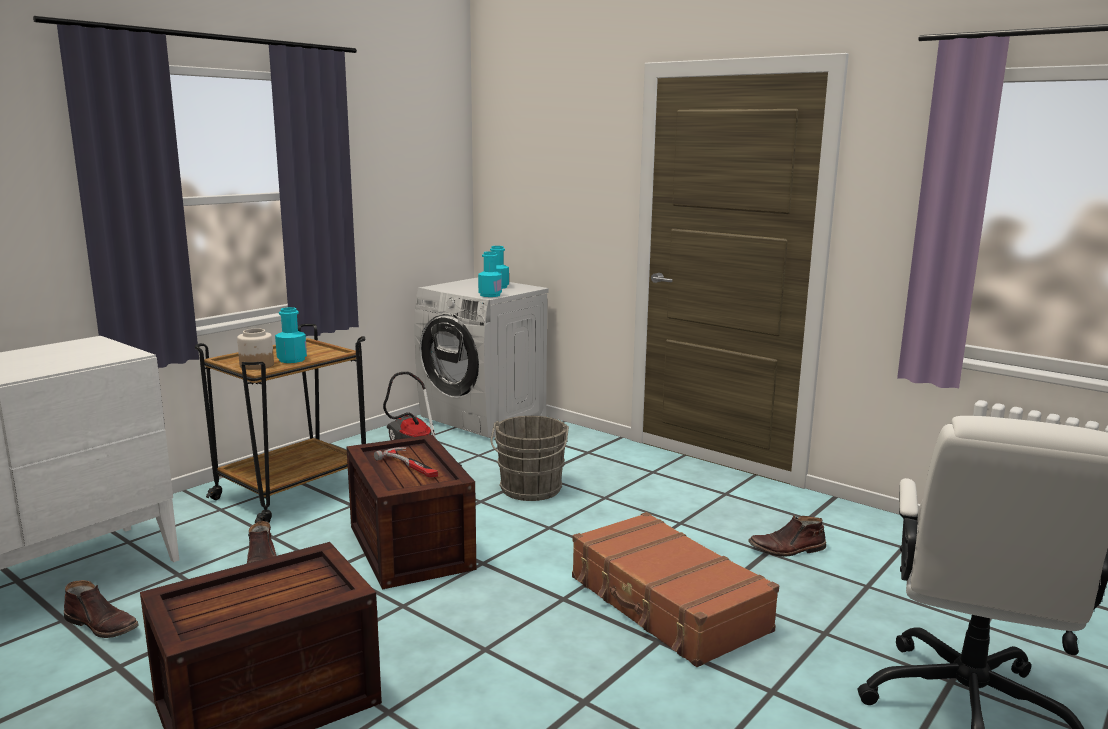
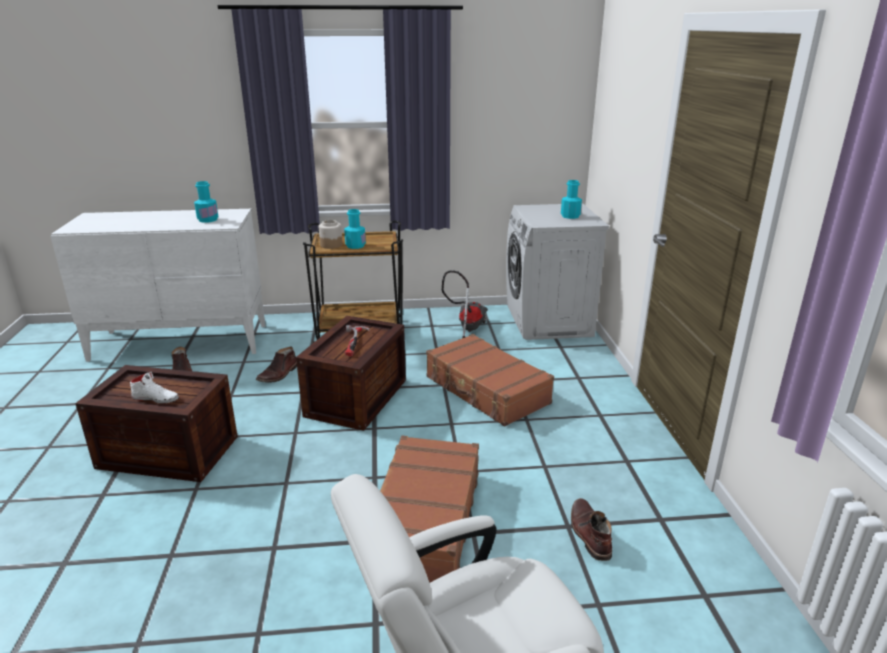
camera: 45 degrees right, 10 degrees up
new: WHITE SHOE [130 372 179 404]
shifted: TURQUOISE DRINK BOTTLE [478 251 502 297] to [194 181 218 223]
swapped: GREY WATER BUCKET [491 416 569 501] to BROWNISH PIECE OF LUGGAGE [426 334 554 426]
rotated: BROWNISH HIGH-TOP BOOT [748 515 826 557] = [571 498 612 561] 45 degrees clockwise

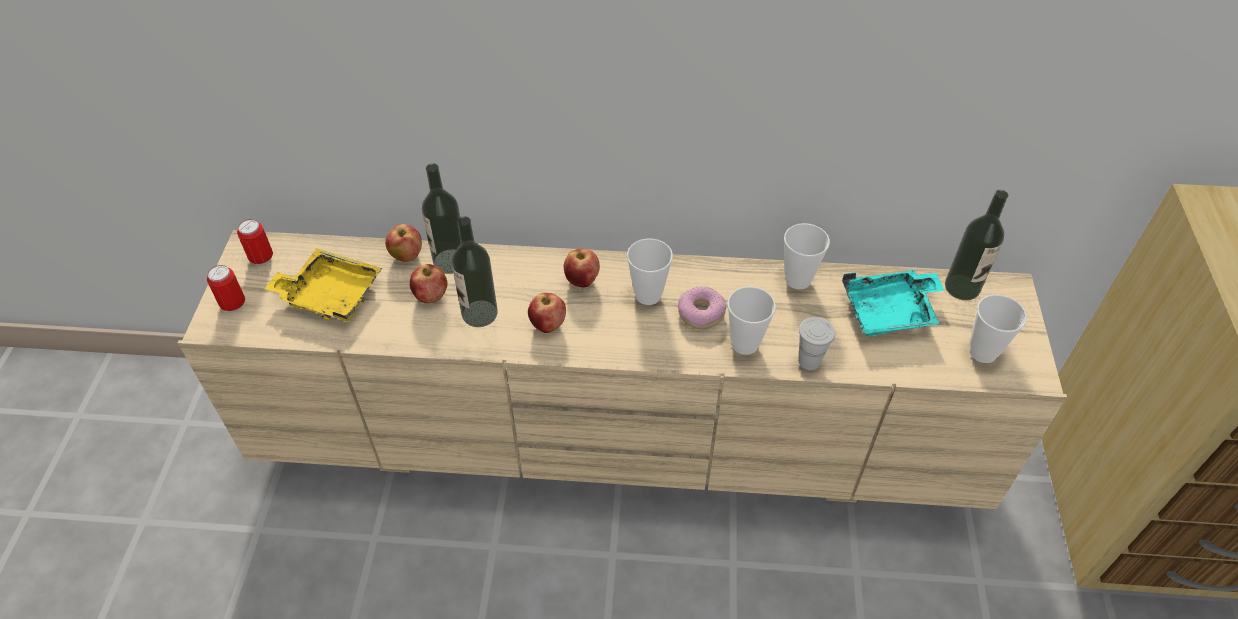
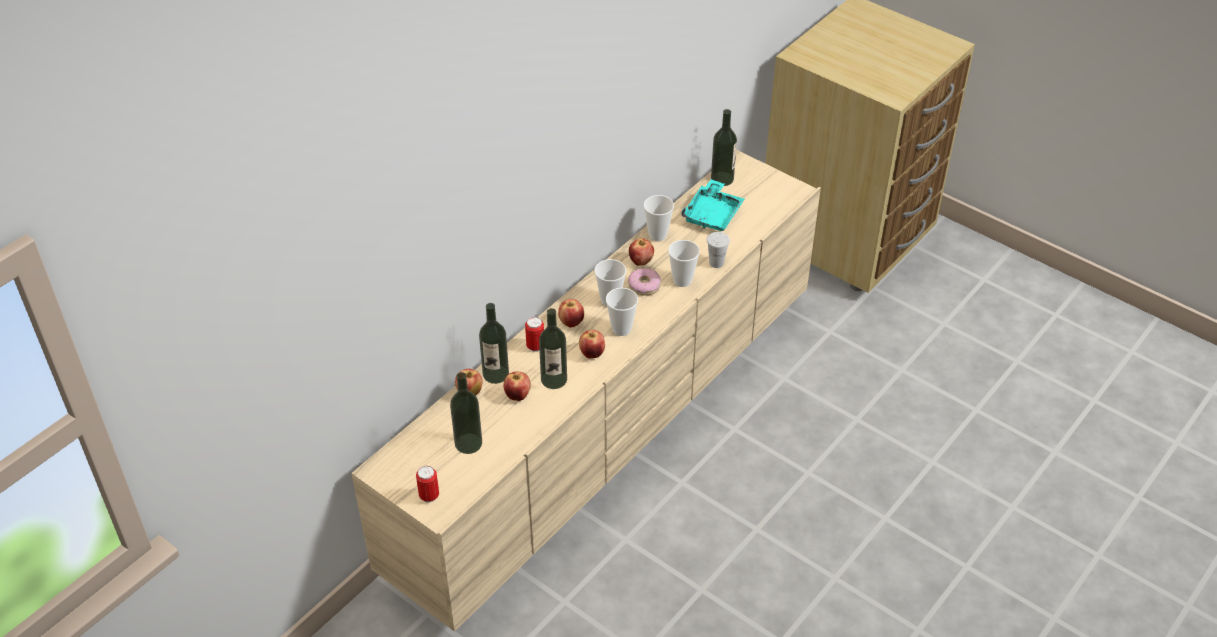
camera: 55 degrees left, 5 degrees down
new: APPLE FRUIT [629 238 654 266]
shifted: CAN [237 219 273 266] to [525 317 544 352]; CUP [969 295 1027 363] to [606 288 638 336]
swapped: YELLOW TRAY [264 248 382 321] to DRINK BOTTLE [450 372 482 454]

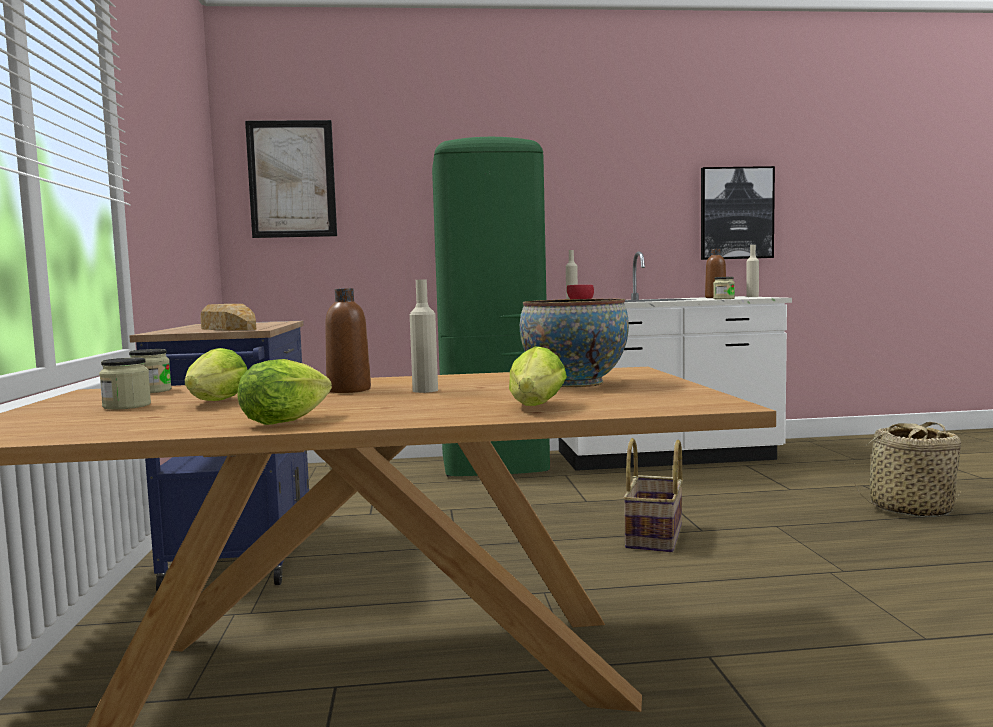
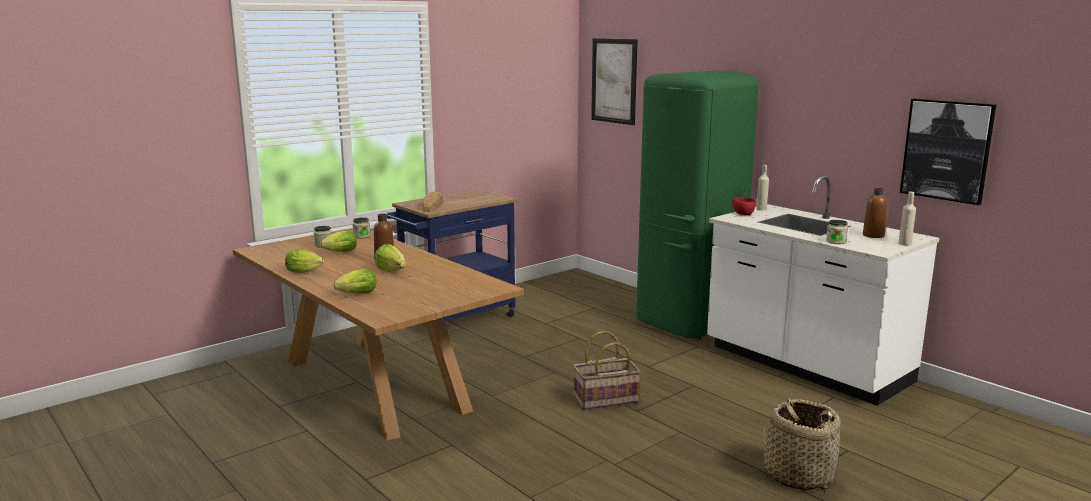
camera: 55 degrees right, 10 degrees up
gone: SERVING BOWL [520 299 629 387]
swapped: BEIGE DRINK BOTTLE [410 279 438 393] to LETTUCE [375 244 406 272]

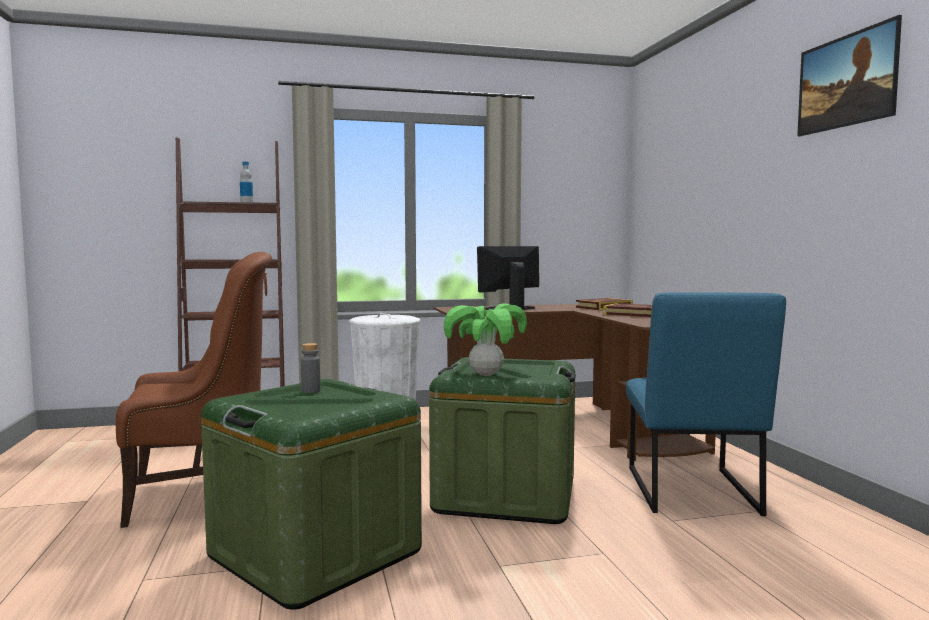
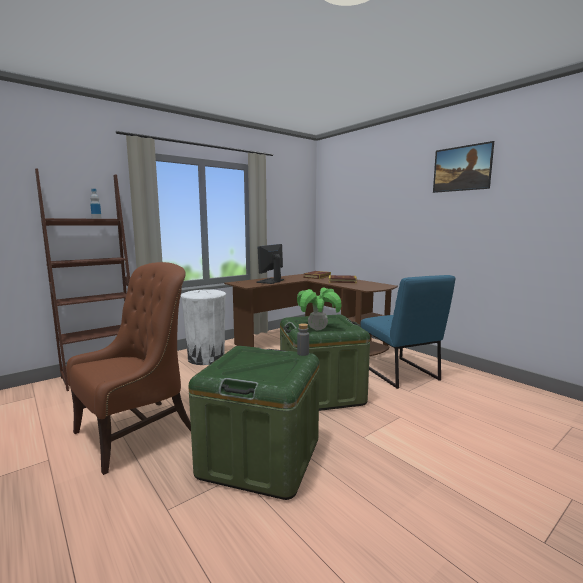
camera: 25 degrees left, 5 degrees up
shifted: GREY DRINK BOTTLE [301 343 320 393] to [297 323 309 356]

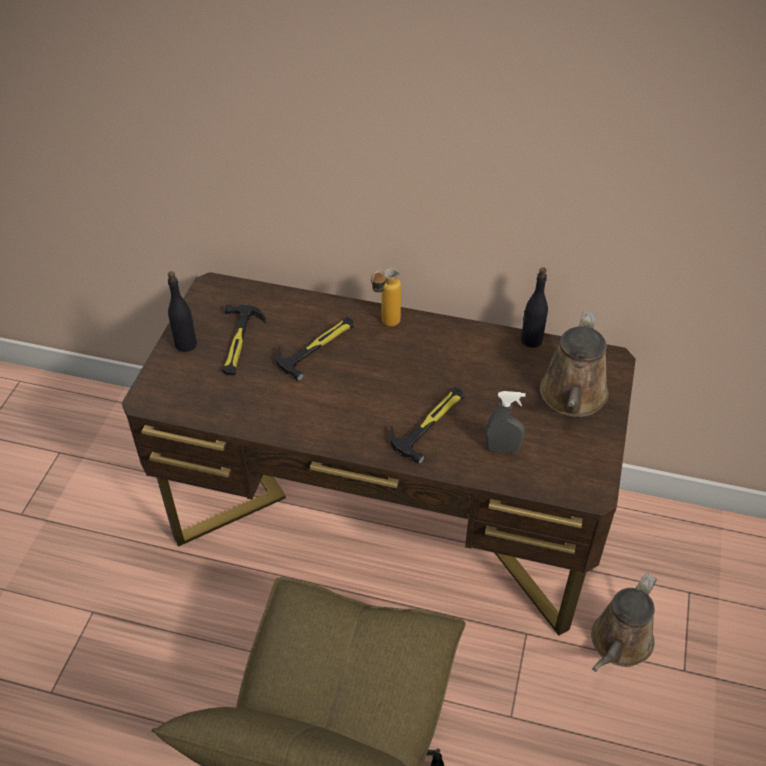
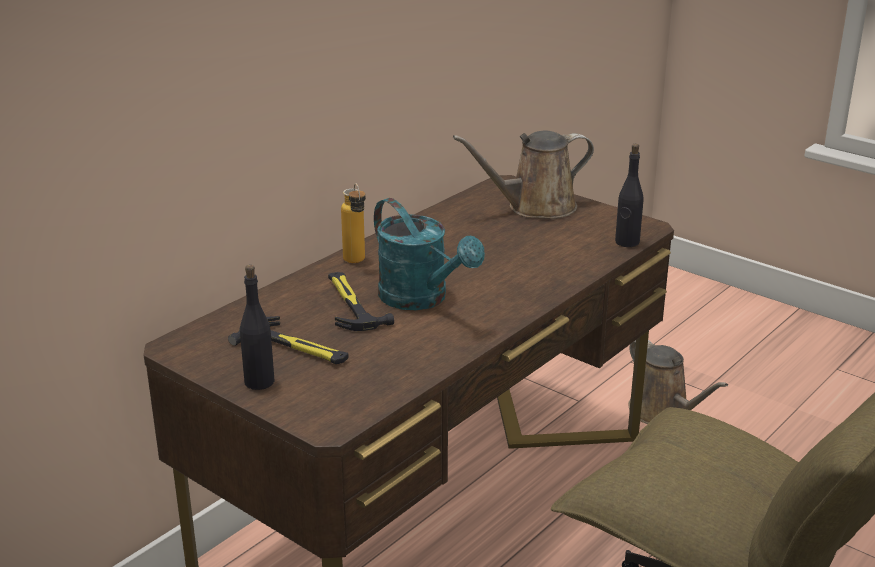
camera: 65 degrees left, 20 degrees down
gone: TOOL HAMMER [390 387 464 464]; GREY SPRAYER [485 391 526 453]
new: TURQUOISE WATERING POT [374 198 485 310]
shifted: BLACK DRINK BOTTLE [521 267 548 348] to [615 144 643 247]
rotated: BROWNISH WATERING POT [540 311 609 417] = [453 130 594 219] 120 degrees clockwise

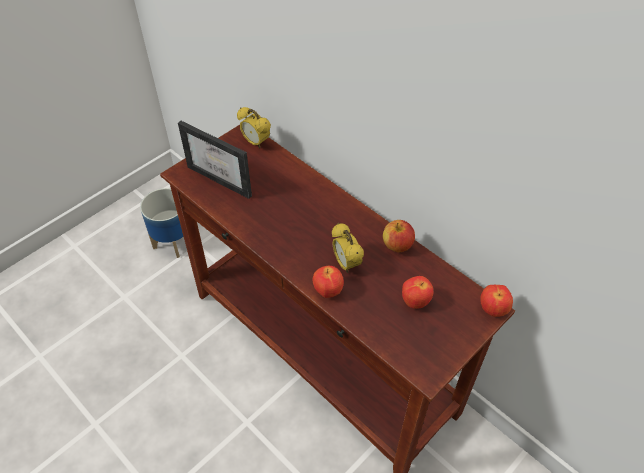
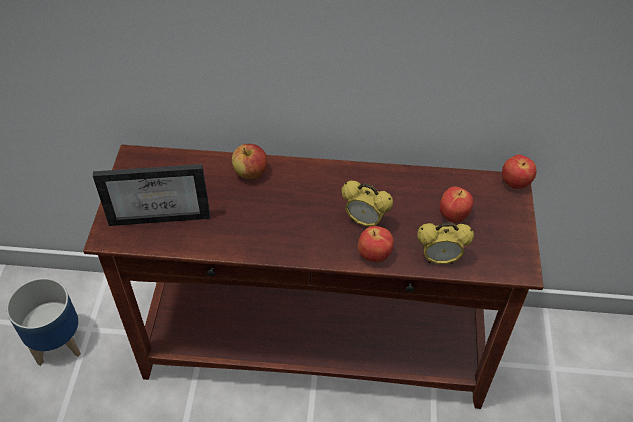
camera: 40 degrees left, 0 degrees up
shifted: APPLE FRUIT [383 220 415 253] to [232 144 267 179]; BEDSIDE CLOCK [237 107 271 148] to [417 223 474 264]

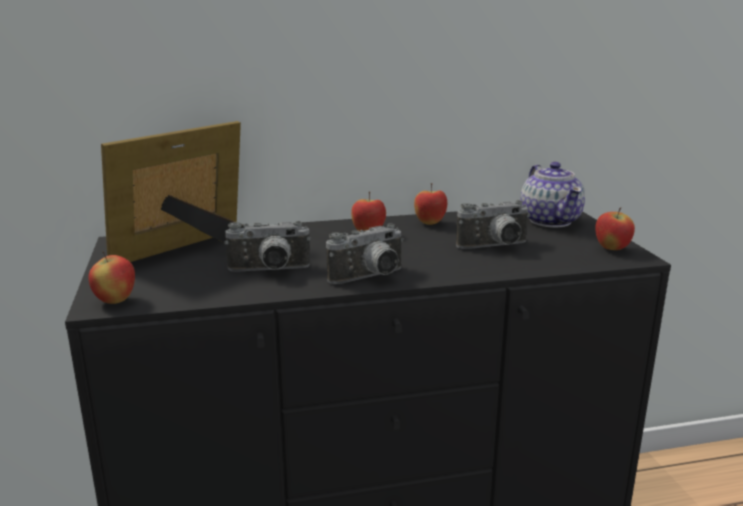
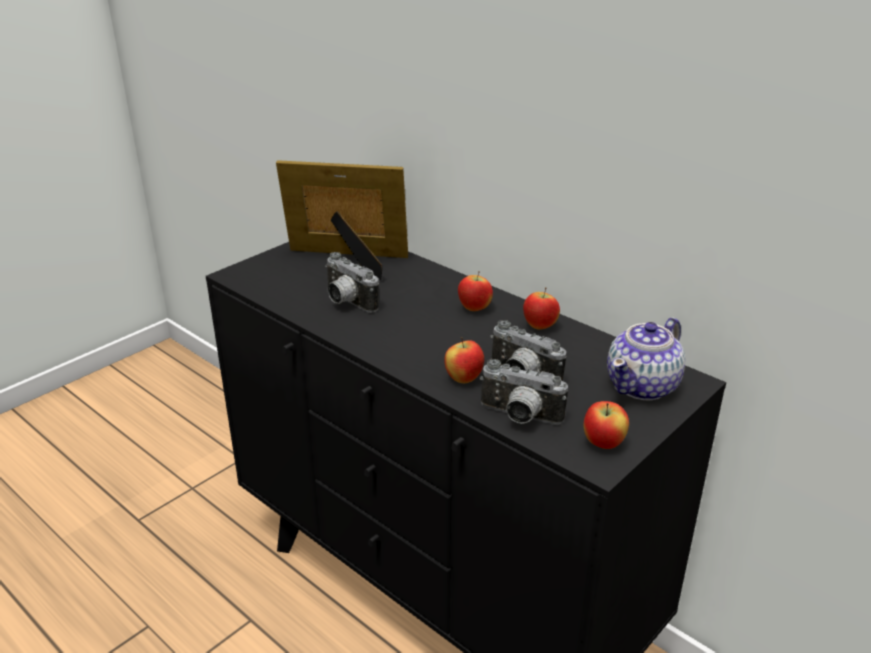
camera: 55 degrees right, 10 degrees up
shifted: APPLE FRUIT [88 251 135 304] to [444 337 484 383]; STILL CAMERA [326 223 404 284] to [480 359 568 425]

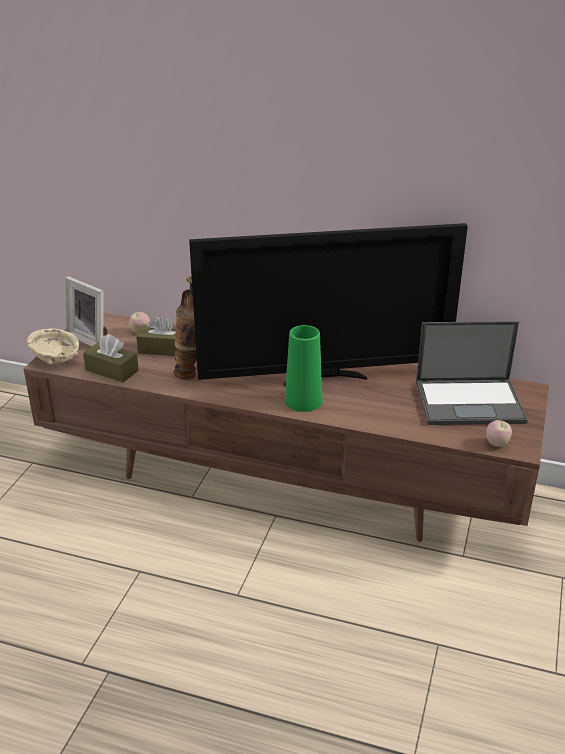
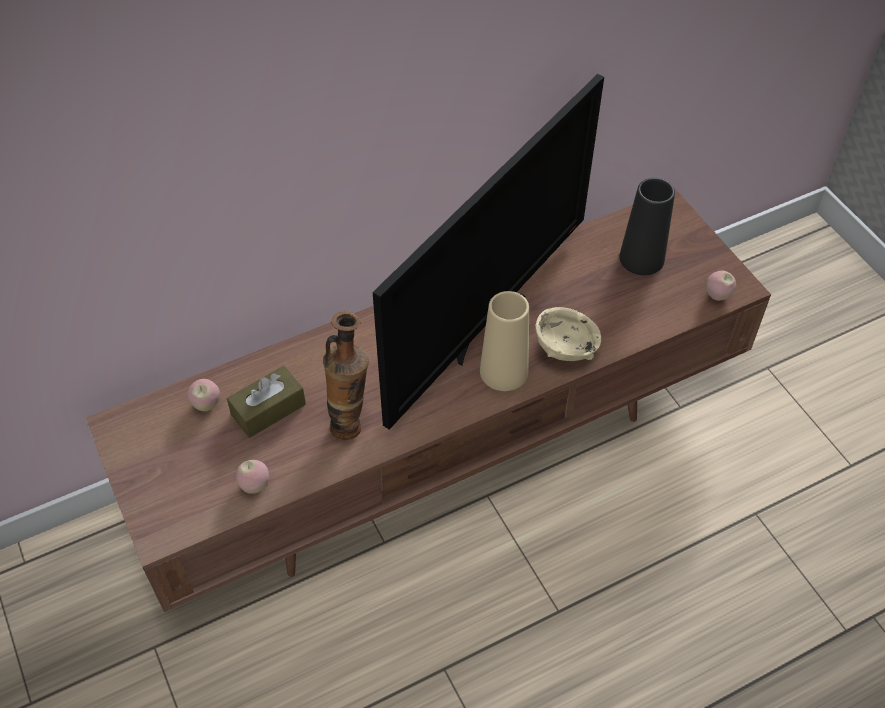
camera: 45 degrees left, 20 degrees up
gone: PHOTO FRAME [65 276 108 346]
shifted: BEIGE SERVING BOWL [27 329 79 365] to [535 307 601 361]
swapped: BROWNISH BOX OF TISSUES [83 334 139 383] to APPLE FRUIT [236 460 269 494]; LAPTOP [416 321 528 425] to BLACK VASE [619 178 675 275]
repainted: GREEN VASE [285 325 322 412] to BEIGE VASE [480 291 529 391]

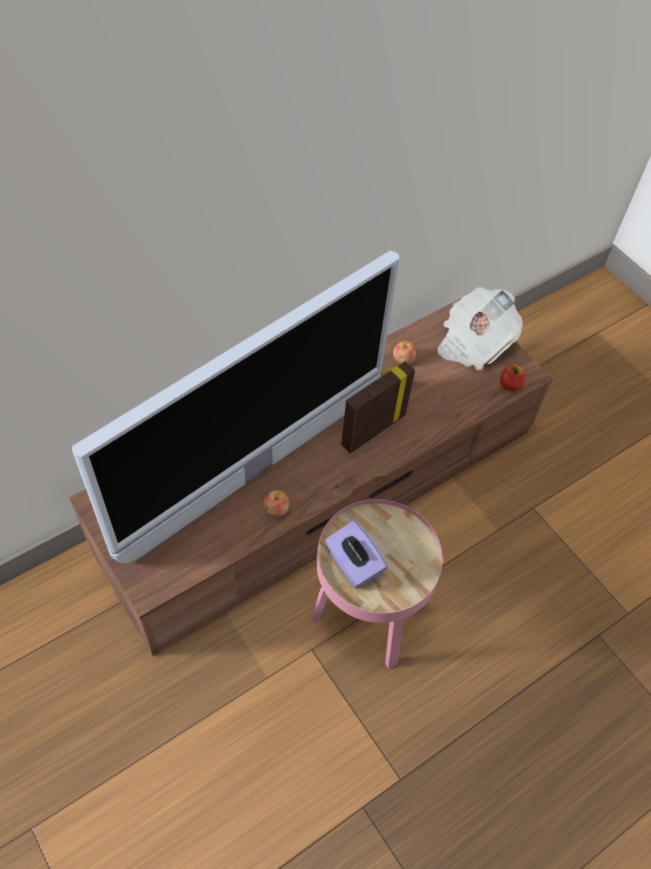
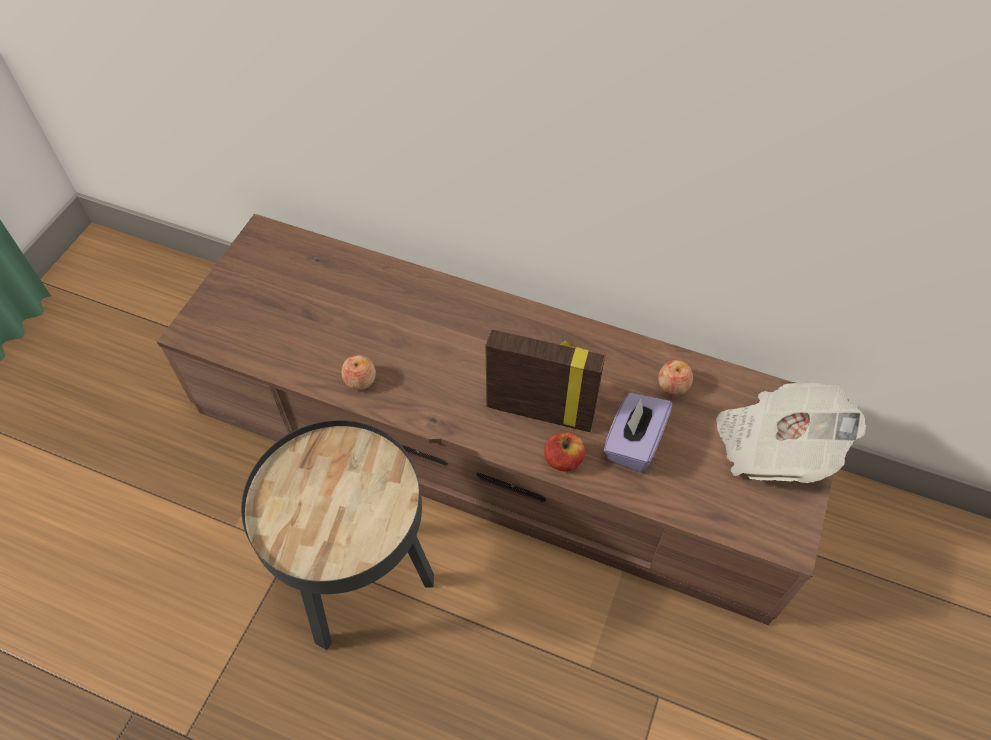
camera: 60 degrees right, 0 degrees up
gone: TV SET [72 251 400 563]
shifted: APPLE FRUIT [500 364 526 391] to [544 432 585 472]; PURPLISH BOX OF TISSUES [325 520 388 588] to [604 393 672 472]
repainted: PINK-COLOURED END TABLE [312 499 443 669] to BLACK END TABLE [241 420 434 650]

